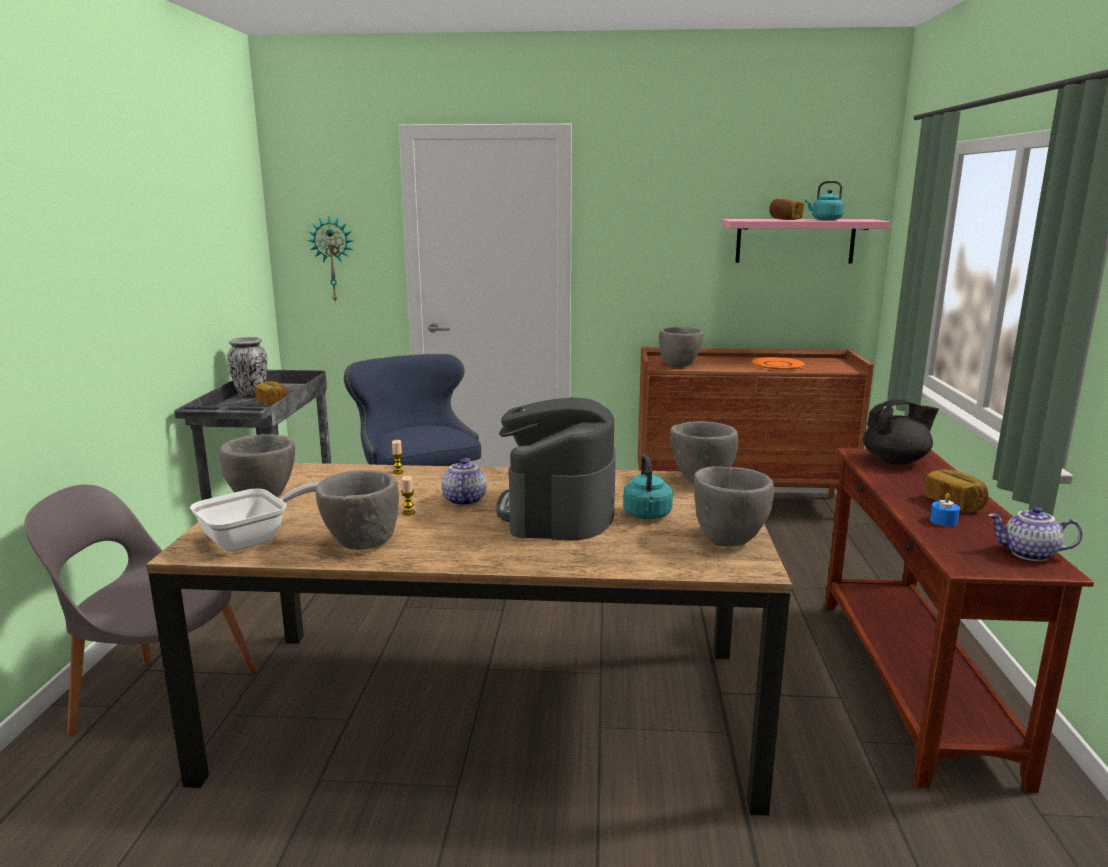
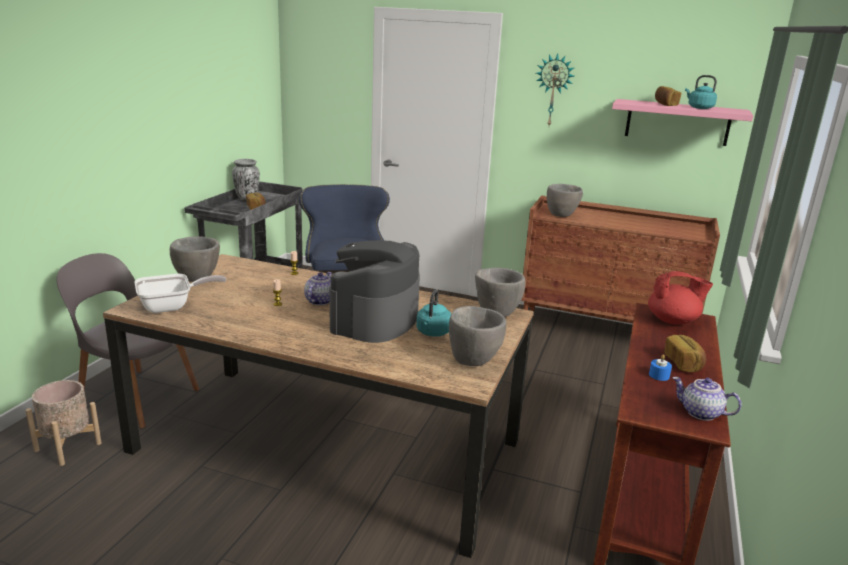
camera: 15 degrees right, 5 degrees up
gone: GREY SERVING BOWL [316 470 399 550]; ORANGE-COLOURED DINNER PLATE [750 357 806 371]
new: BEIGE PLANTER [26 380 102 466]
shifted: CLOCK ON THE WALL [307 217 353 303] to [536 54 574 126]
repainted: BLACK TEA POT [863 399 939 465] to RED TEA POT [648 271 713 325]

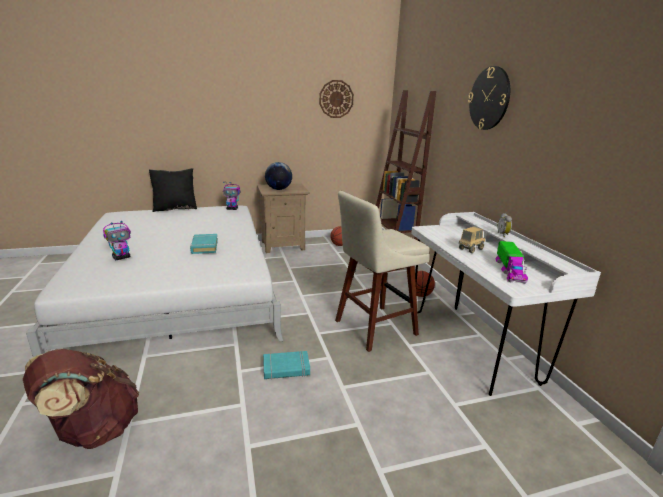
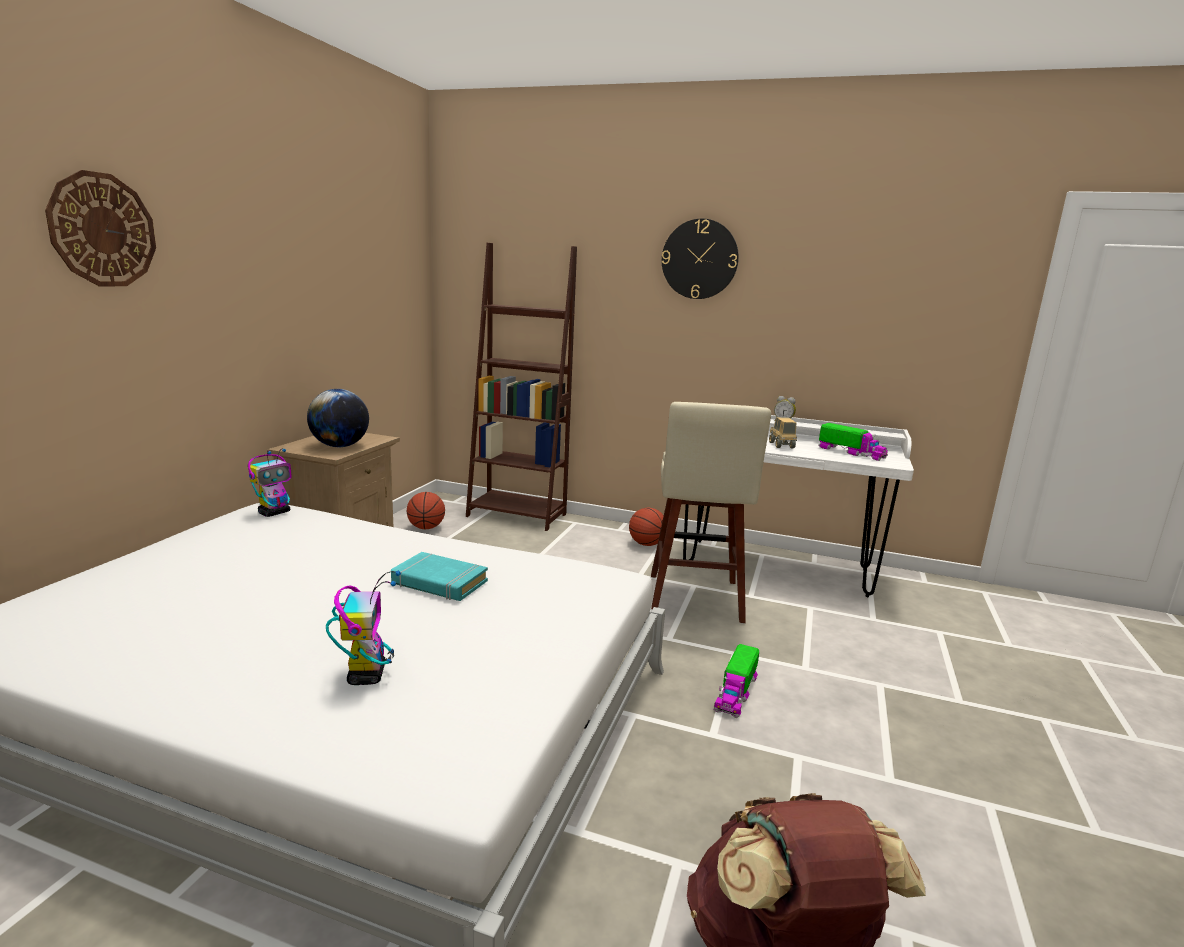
camera: 55 degrees left, 5 degrees down
gone: BLACK PILLOW [149 168 197 212]
shifted: CLOCK ON THE WALL [319 80 354 118] to [45 170 156 287]
swapped: TURQUOISE VOLUME [263 351 310 380] to TOY TRUCK [713 644 759 718]

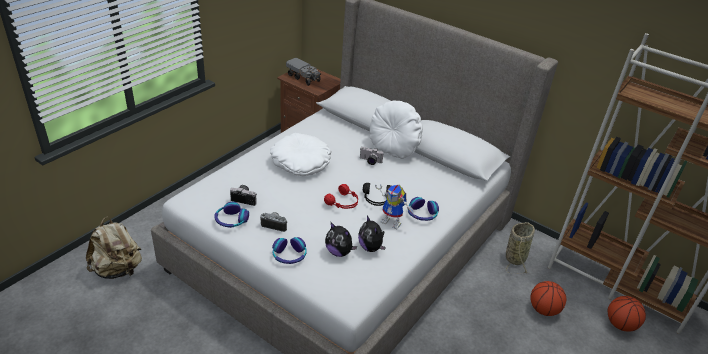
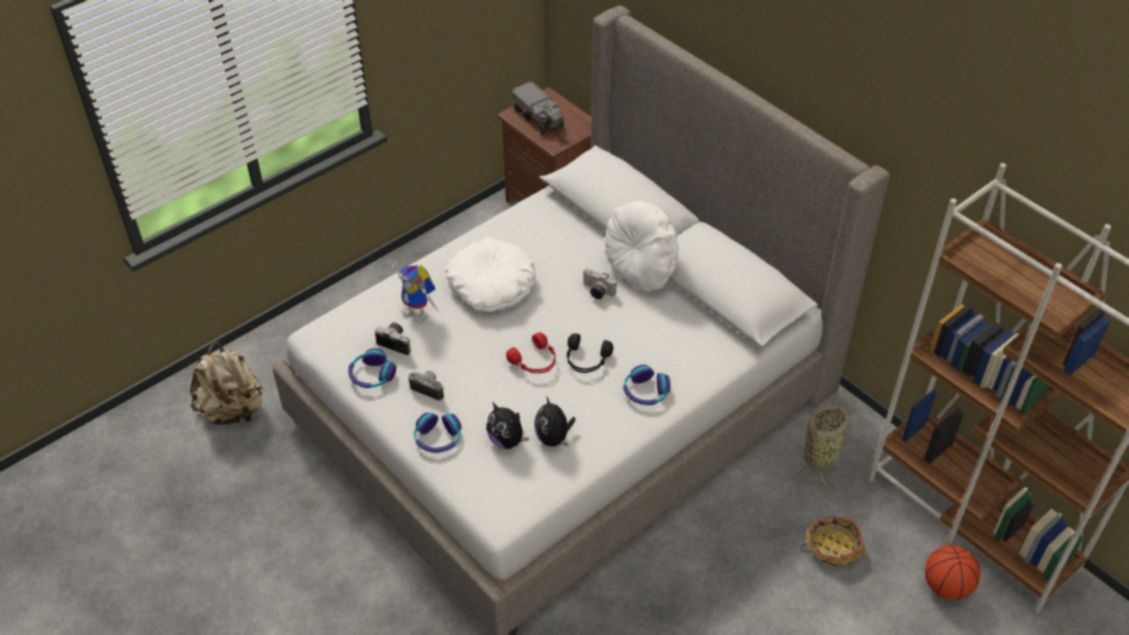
camera: 15 degrees right, 10 degrees up
shifted: ROBOT FIGURE [375 184 416 229] to [389 261 438 324]
swapped: BALL FOR BASKETBALL [530 281 566 316] to BASKET [801 516 866 567]

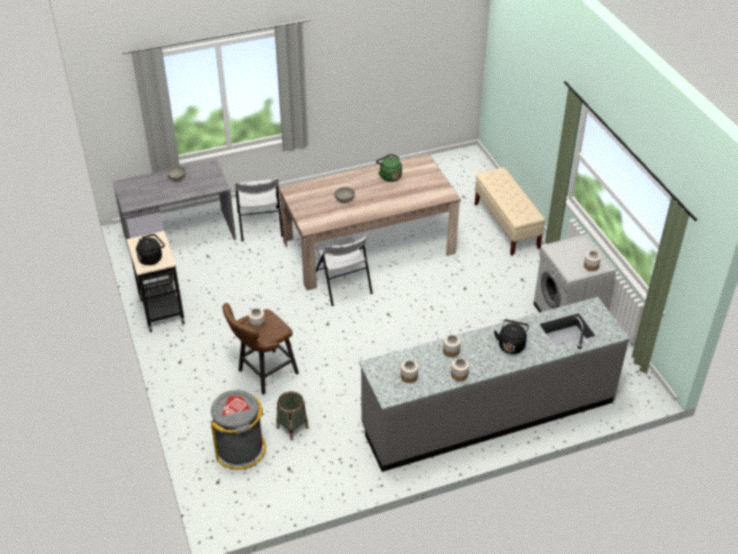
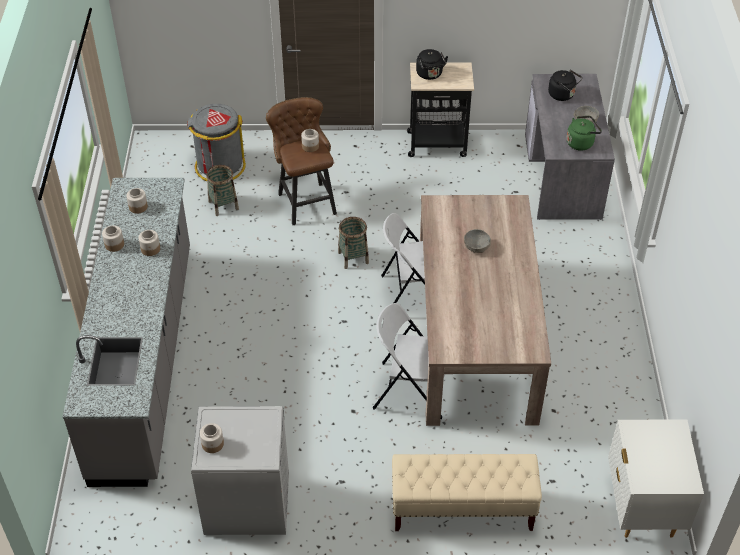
camera: 110 degrees right, 5 degrees up
new: BASKET [338 217 369 269]; WHITE BEDSIDE TABLE [608 420 704 538]
shifted: WHITE PLAIN CHAIR [235 178 283 241] to [373 303 446 419]; BLACK WATER KETTLE [494 319 529 354] to [548 70 582 101]; GREEN WATER KETTLE [376 154 402 182] to [566 116 602 151]

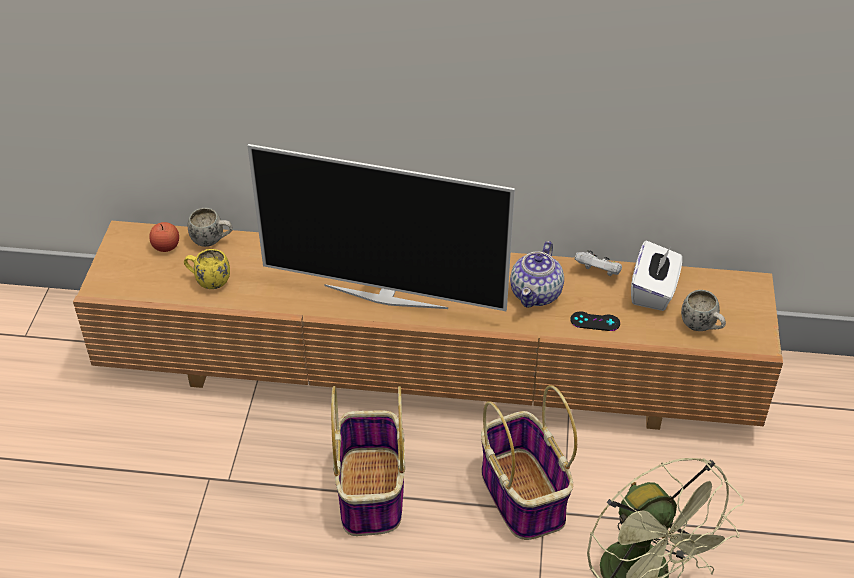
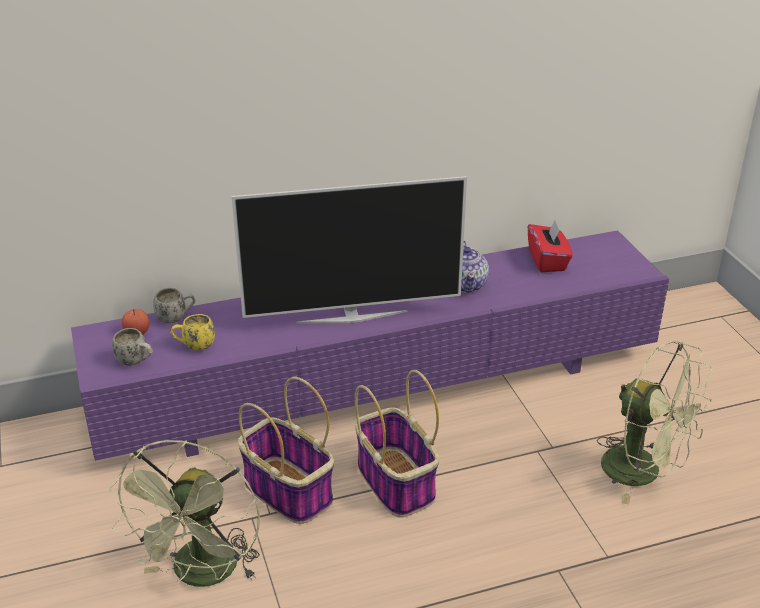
camera: 25 degrees left, 10 degrees down
gone: BLACK JOYPAD [570 312 620 331]; WHITE JOYPAD [575 250 622 276]
new: GREEN ELECTRIC FAN [109 440 260 587]
shifted: WHITE COFFEE MUG [681 290 726 331] to [112 328 153 366]; BASKET [481 385 577 540] to [238 377 334 524]
repainted: BROWNISH TV UNIT [73 221 783 430] to PURPLISH TV UNIT [71 230 669 461]; WHITE BOX OF TISSUES [631 241 682 311] to RED BOX OF TISSUES [528 220 573 273]

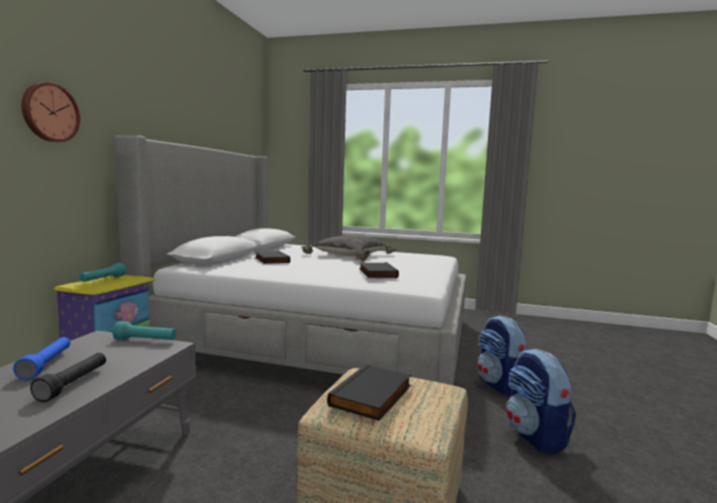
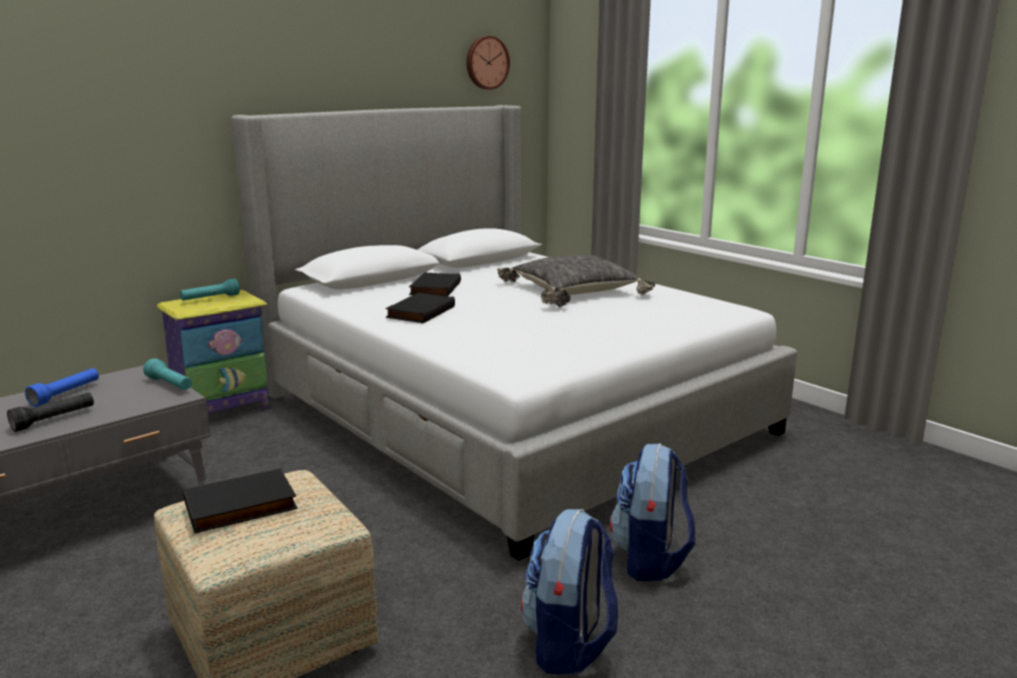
camera: 35 degrees right, 10 degrees up
shifted: BLACK VOLUME [359 262 399 278] to [385 293 455 323]; CLOCK ON THE WALL [21 82 80 142] to [466 36 510 90]

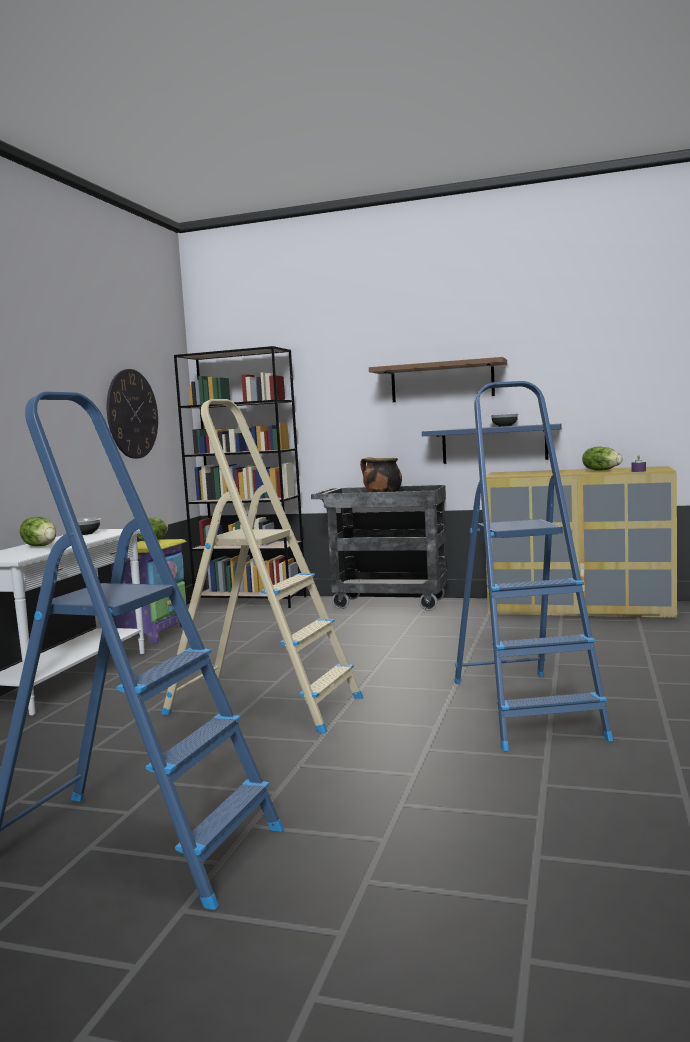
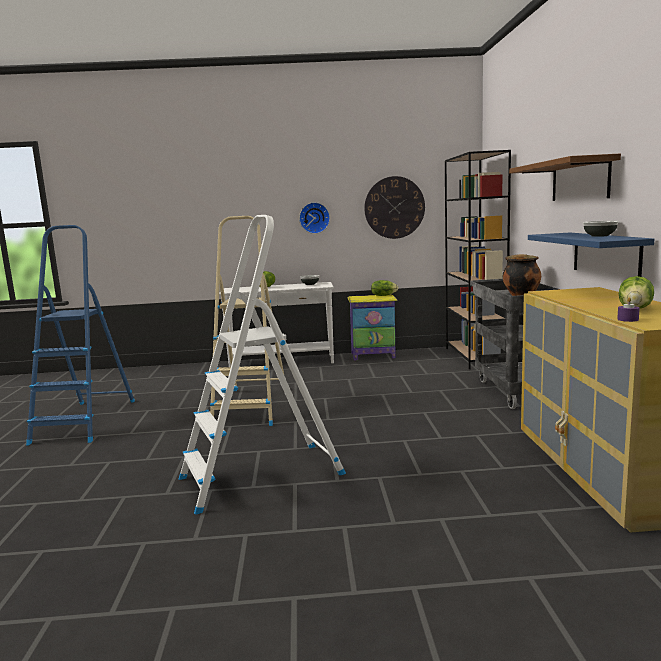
camera: 70 degrees right, 5 degrees up
new: CLOCK ON THE WALL [299 202 330 234]
repainted: BLUISH STEP STOOL [454 381 613 751] to WHITE STEP STOOL [179 215 346 515]

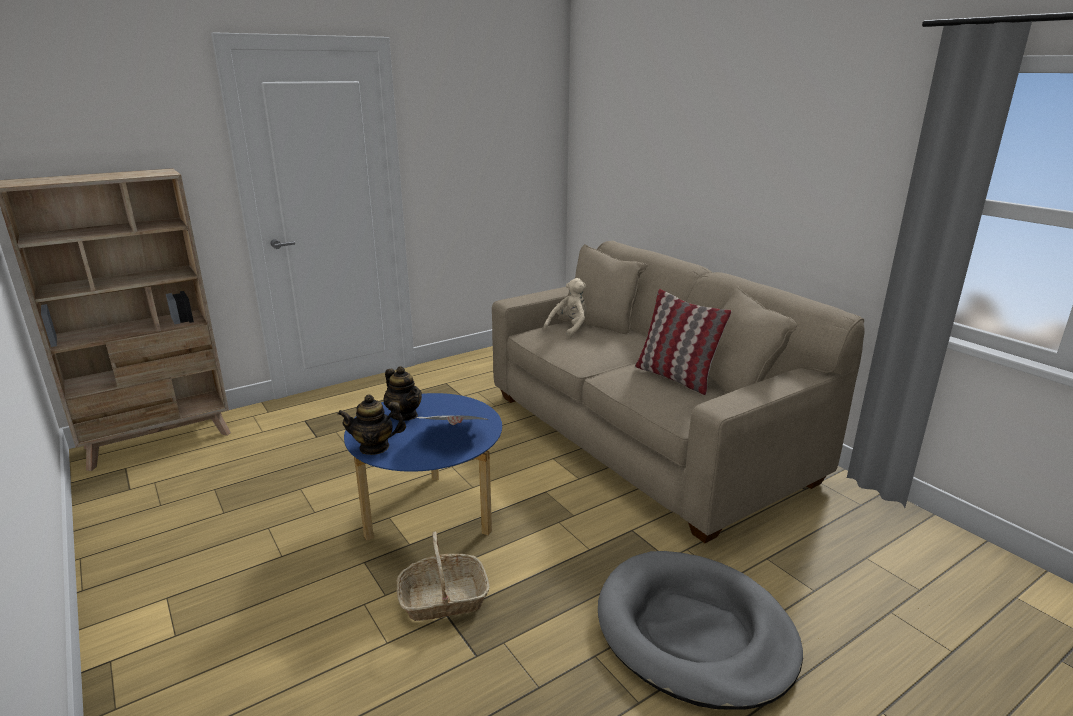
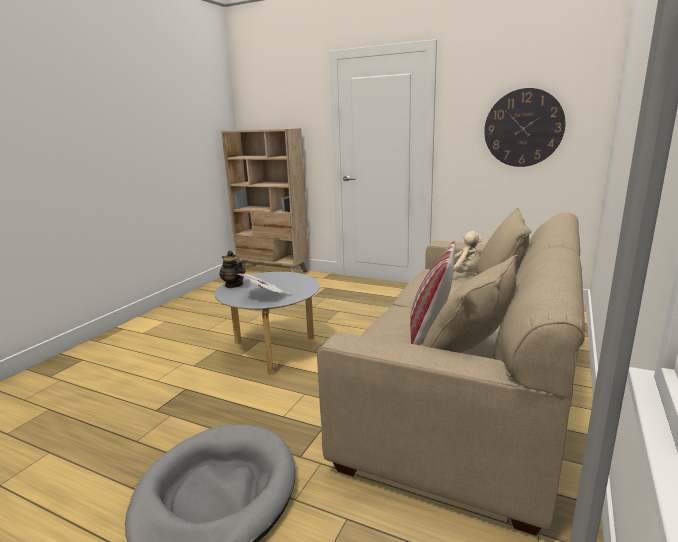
camera: 60 degrees right, 5 degrees down
gone: TEA POT [383 366 422 421]; BASKET [396 531 490 621]
new: CLOCK ON THE WALL [484 88 565 167]
repainted: BLUISH LOUNGE TABLE [344 393 502 540] to GREY LOUNGE TABLE [215 272 320 375]

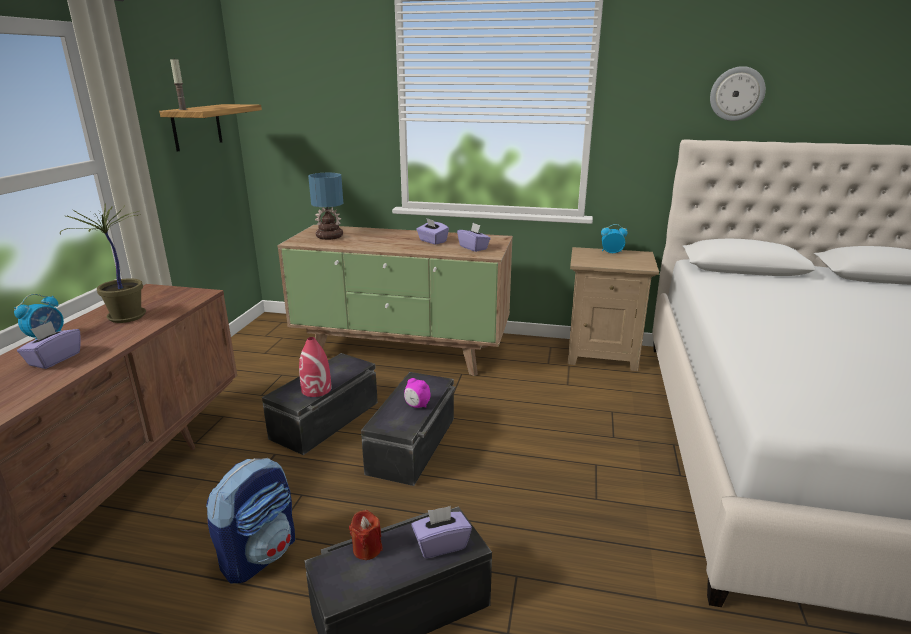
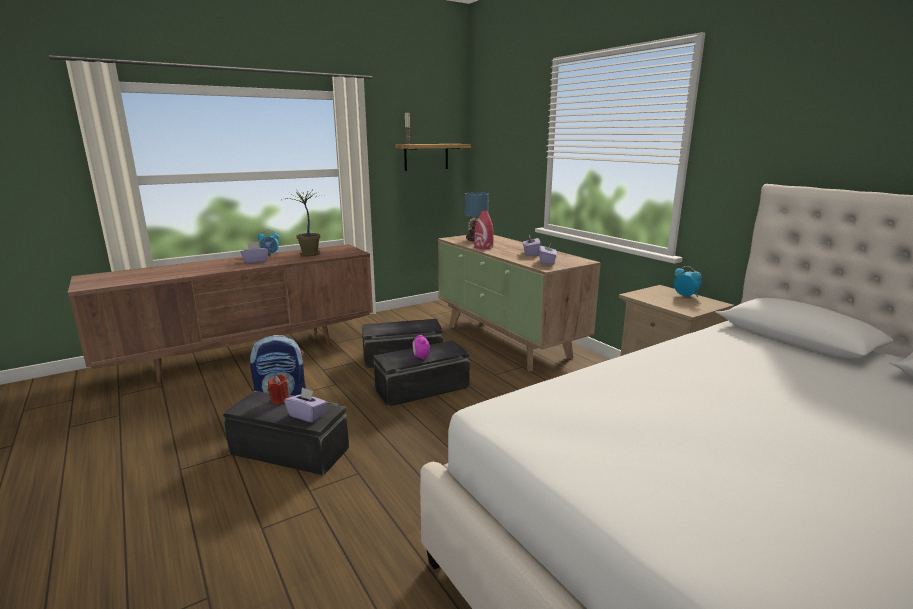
camera: 45 degrees right, 5 degrees down
gone: CLOCK ON THE WALL [710 66 766 121]
shifted: RED VASE [299 337 332 397] to [474 210 494 249]

